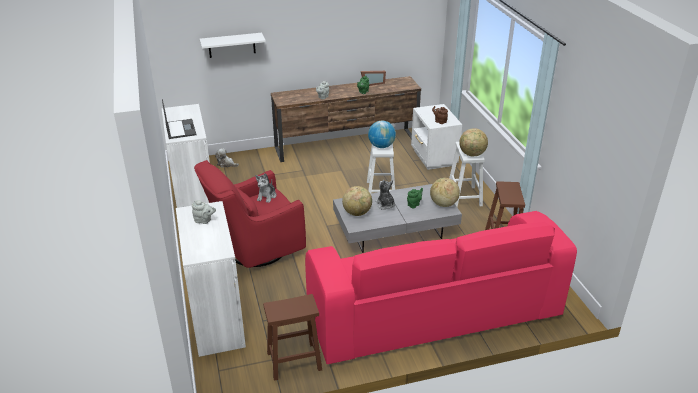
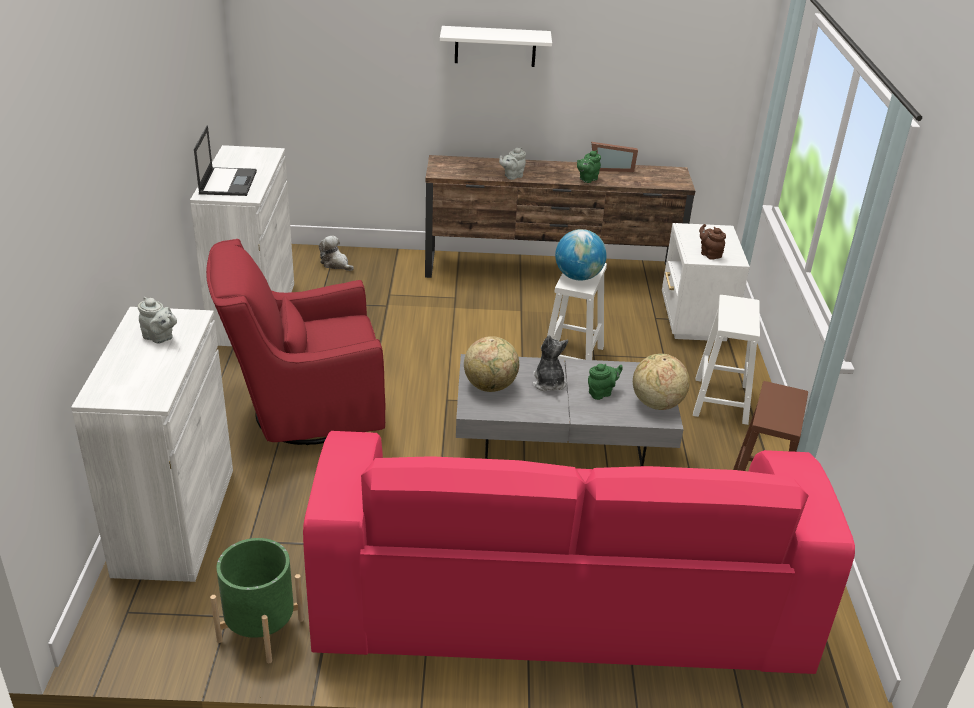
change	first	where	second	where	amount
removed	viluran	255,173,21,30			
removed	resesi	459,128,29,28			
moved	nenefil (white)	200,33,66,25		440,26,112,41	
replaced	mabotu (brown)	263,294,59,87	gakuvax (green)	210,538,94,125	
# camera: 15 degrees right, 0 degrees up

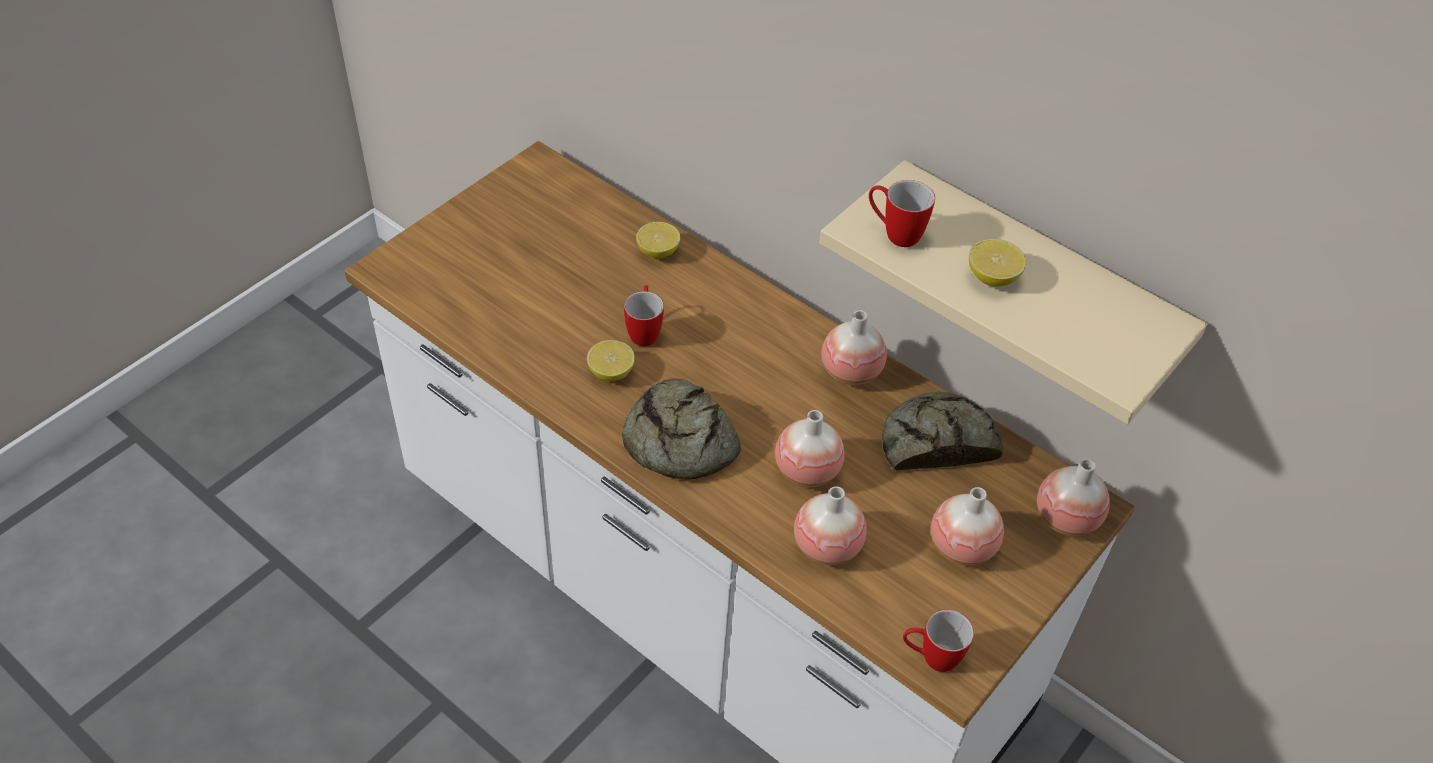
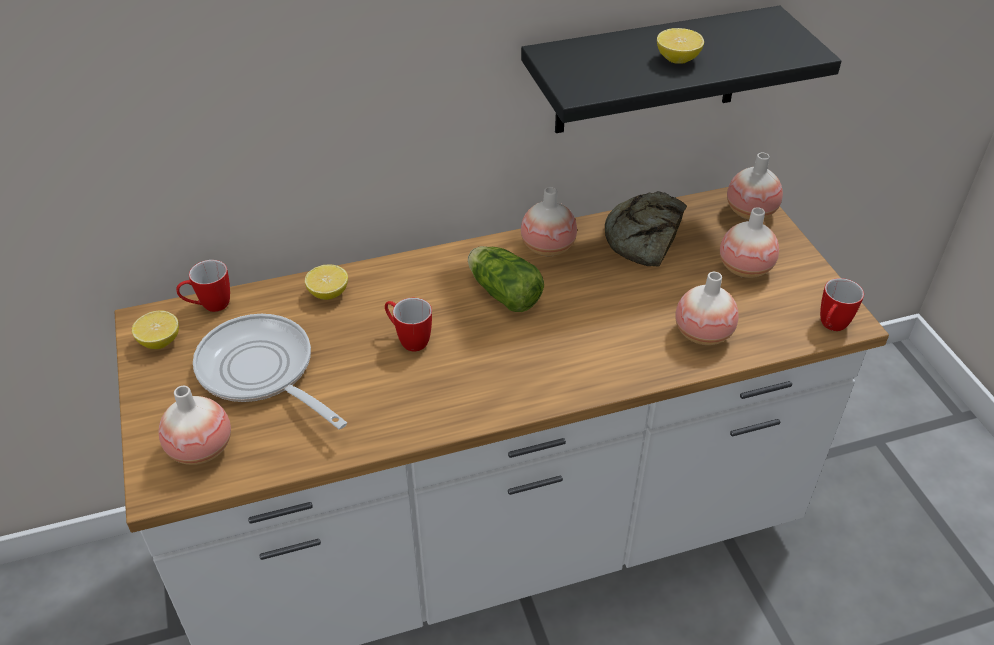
change	first	where	second	where	amount
removed	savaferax	622,378,119,102			
added			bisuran	193,314,154,115	
added			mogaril	468,246,76,66	
moved	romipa	587,340,48,41		132,311,47,38	
moved	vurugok	775,410,70,77		159,386,72,79	
moved	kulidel	869,180,66,67		176,260,54,52	
recoloured	nenefil (beige)	819,160,388,264	nenefil (black)	521,6,321,127	
# camera: 55 degrees left, 5 degrees down

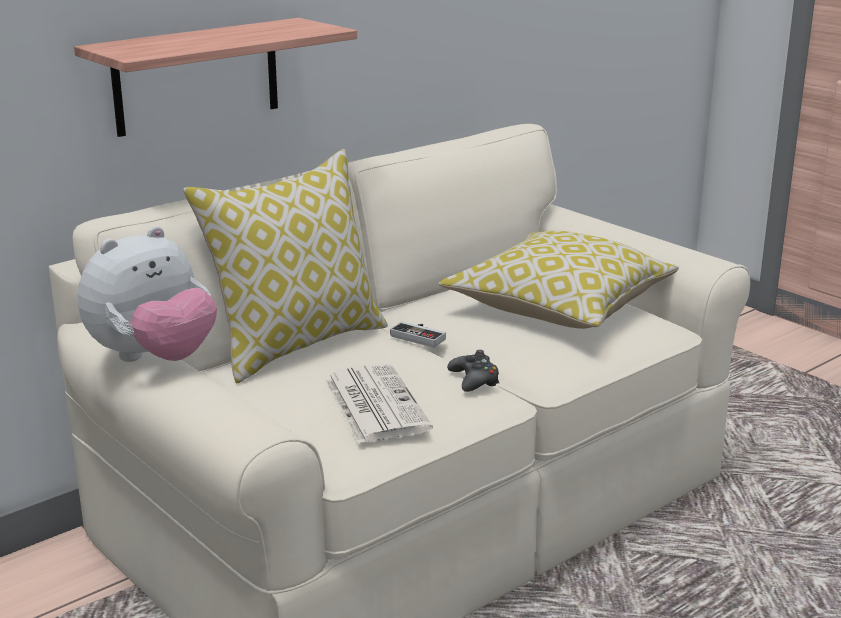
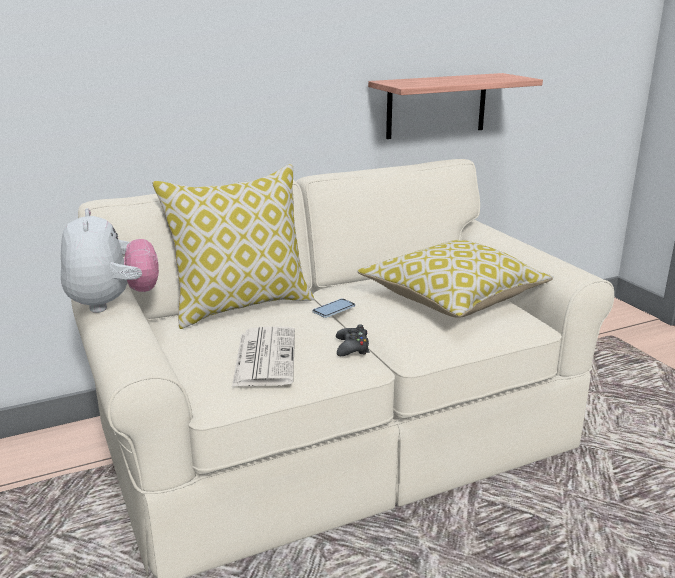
change	first	where	second	where	amount
moved	nenefil	74,18,283,119		368,73,175,66	
replaced	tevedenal	390,321,56,27	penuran	312,299,43,19	
turned	viluran	77,226,140,136		61,208,98,105	75 degrees counterclockwise
# camera: 15 degrees right, 0 degrees up

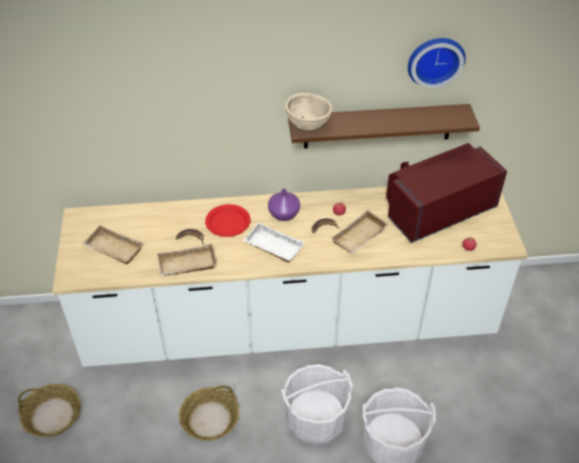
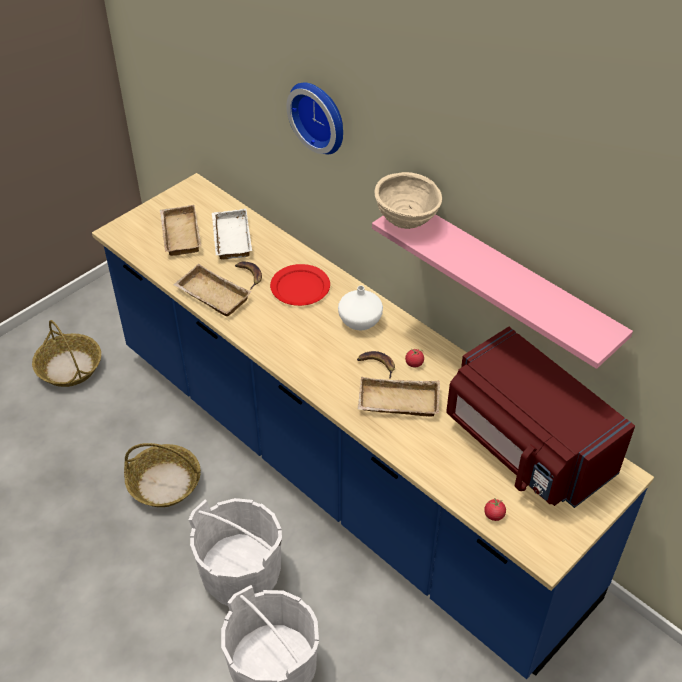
change	first	where	second	where	amount
moved	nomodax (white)	243,222,62,40		212,209,40,50	
moved	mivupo	408,38,57,50		286,82,57,72	
recoloured	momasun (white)	53,186,475,181	momasun (blue)	92,173,562,506	
recoloured	vurugok (purple)	268,189,32,32	vurugok (white)	338,285,45,45	
recoloured	nenefil (brown)	288,104,192,45	nenefil (pink)	372,214,261,155	
turned	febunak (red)	386,143,121,100		446,327,189,181	150 degrees counterclockwise
# camera: 50 degrees right, 0 degrees up

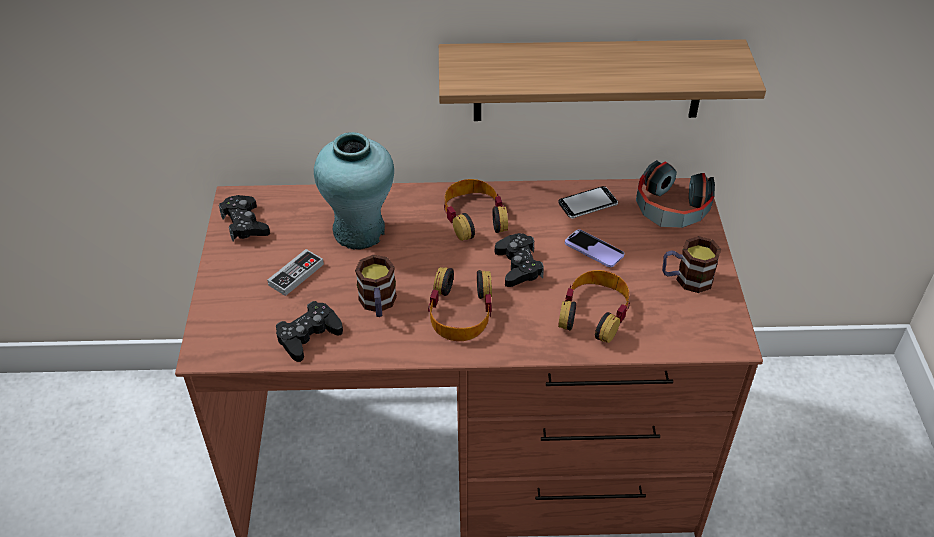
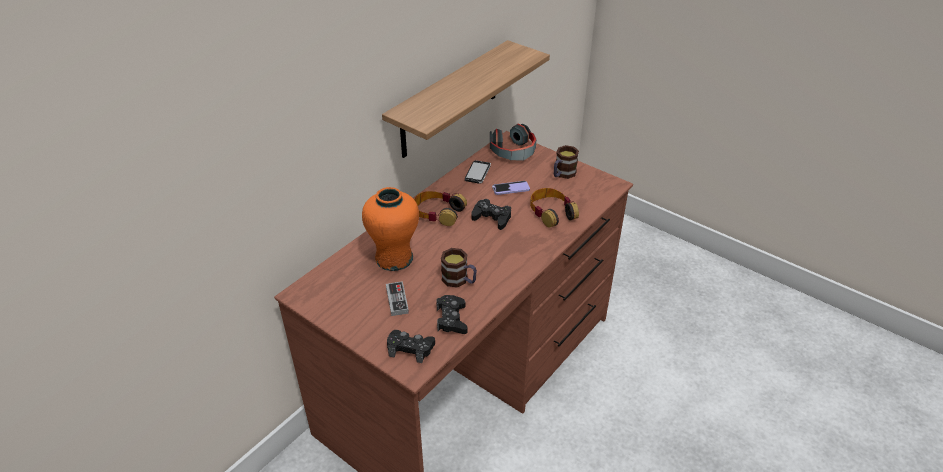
change	first	where	second	where	amount
removed	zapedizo	428,267,64,74			
moved	tevedenal (black)	219,195,51,46		387,330,48,33	
recoloured	vurugok (turquoise)	314,132,80,118	vurugok (orange)	362,187,57,84	
# camera: 50 degrees left, 5 degrees down

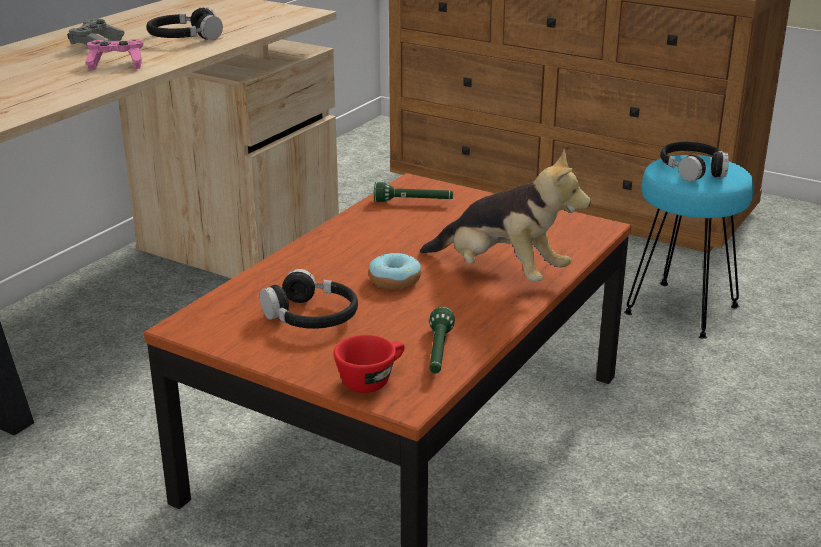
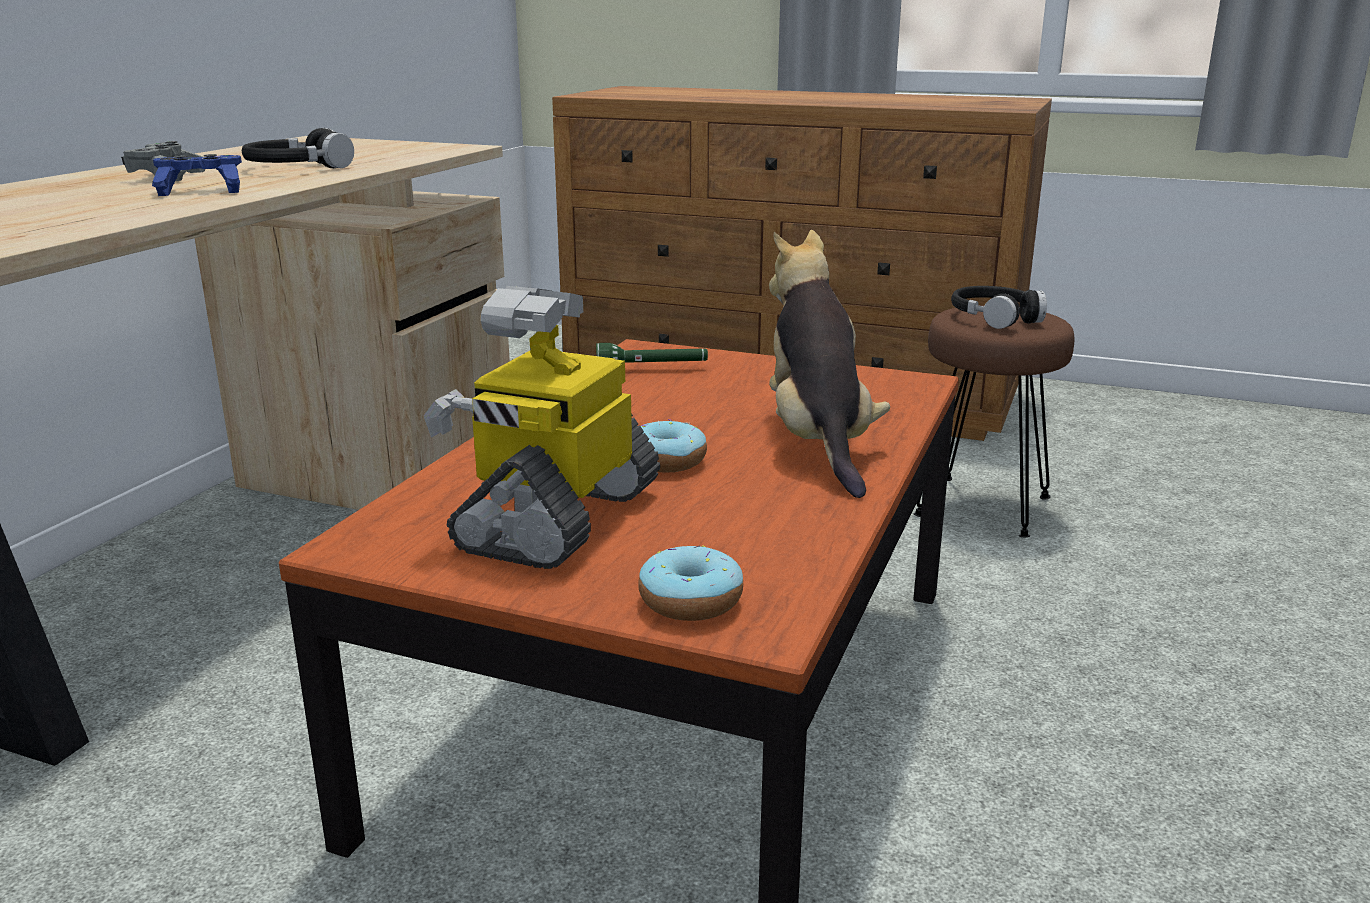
change	first	where	second	where	amount
removed	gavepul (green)	429,307,26,66			
replaced	zapedizo (black)	260,269,98,60	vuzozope	424,286,236,283	
replaced	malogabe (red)	333,335,72,58	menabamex	638,546,105,75	
recoloured	tevedenal (pink)	85,39,59,31	tevedenal (blue)	152,154,90,42	
recoloured	mabotu (turquoise)	624,155,130,184	mabotu (brown)	913,305,161,232	
turned	viluran	420,149,171,133		769,230,121,268	120 degrees counterclockwise
# camera: 10 degrees left, 5 degrees down

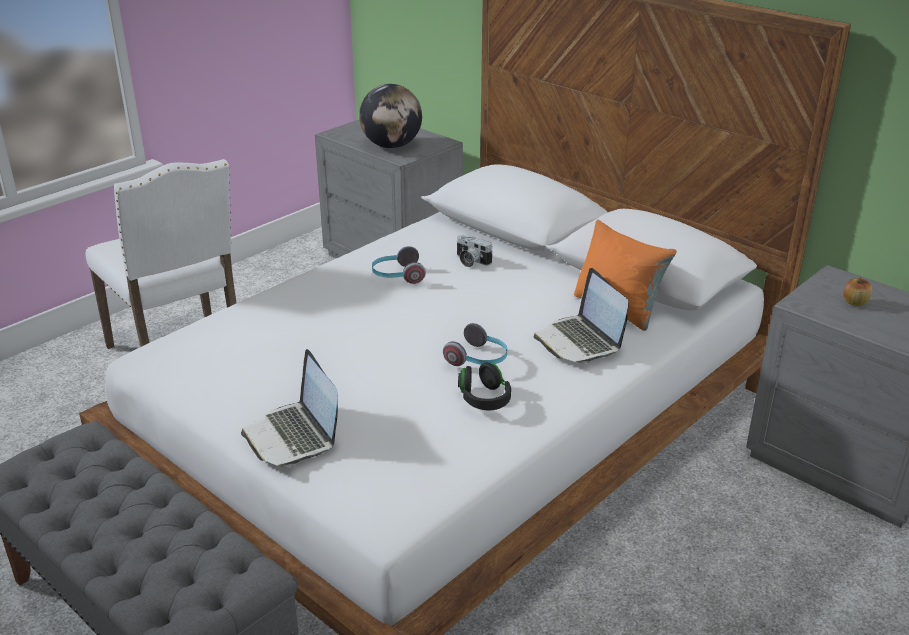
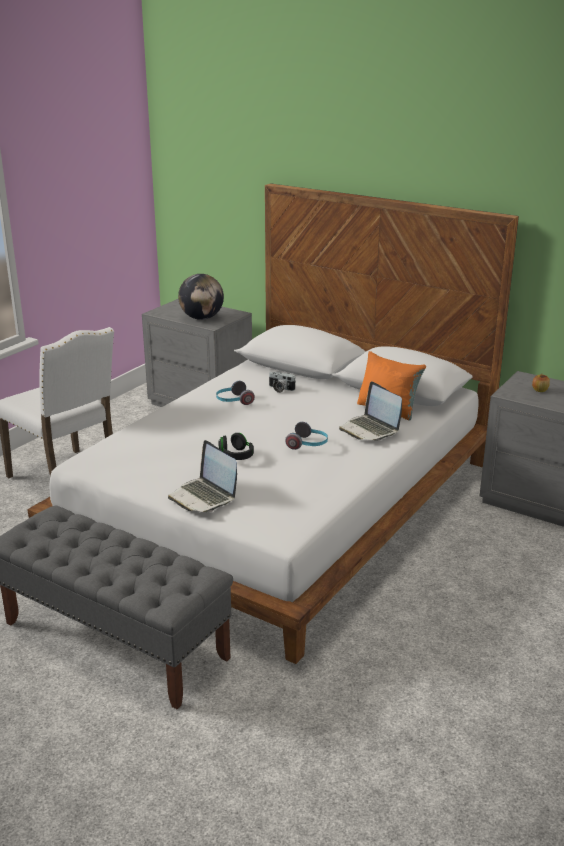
change	first	where	second	where	amount
moved	zapedizo (black)	458,362,53,48		218,433,36,27	
# camera: 10 degrees left, 5 degrees down

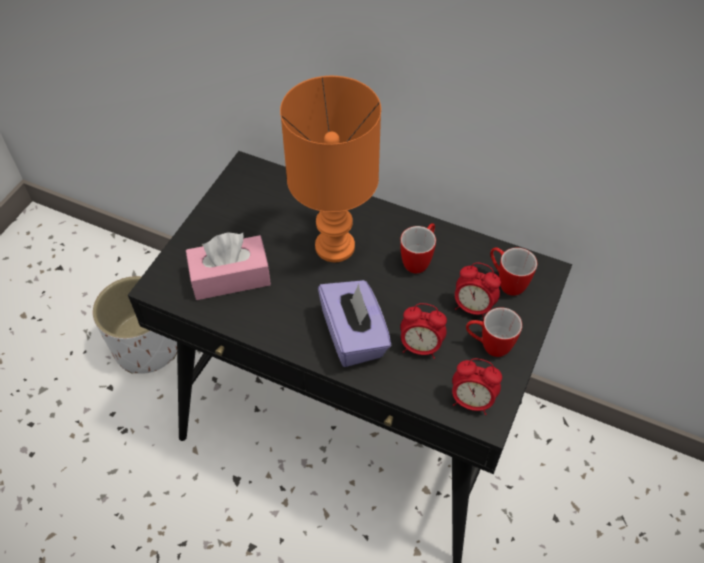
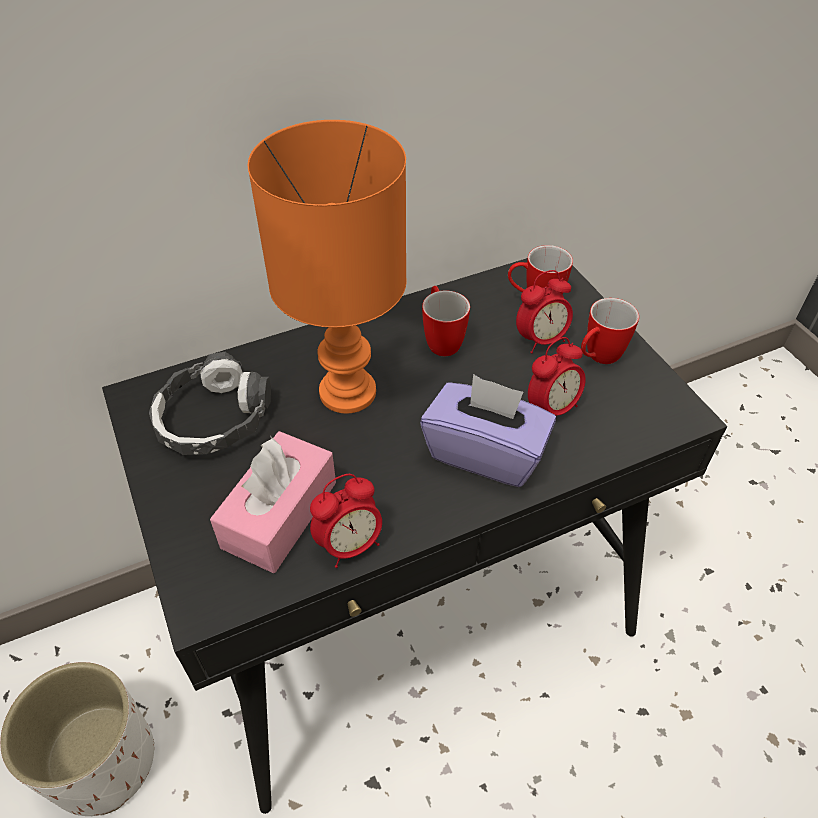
change	first	where	second	where	amount
added			zapedizo	149,352,122,103	
moved	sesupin	452,358,50,57		310,474,72,94	
# camera: 50 degrees left, 5 degrees down

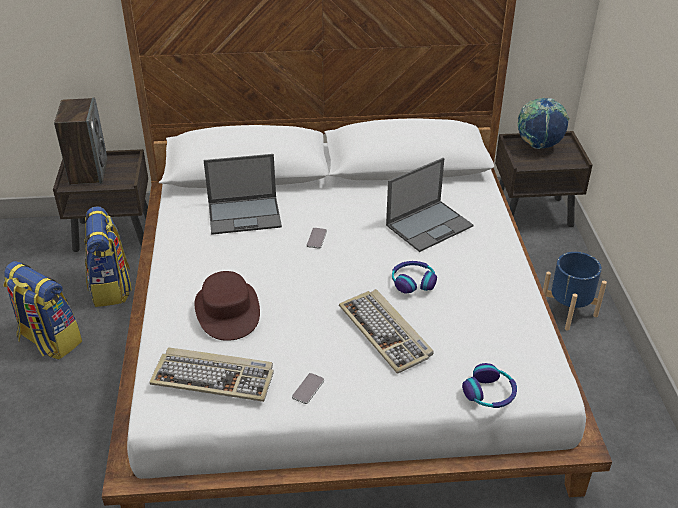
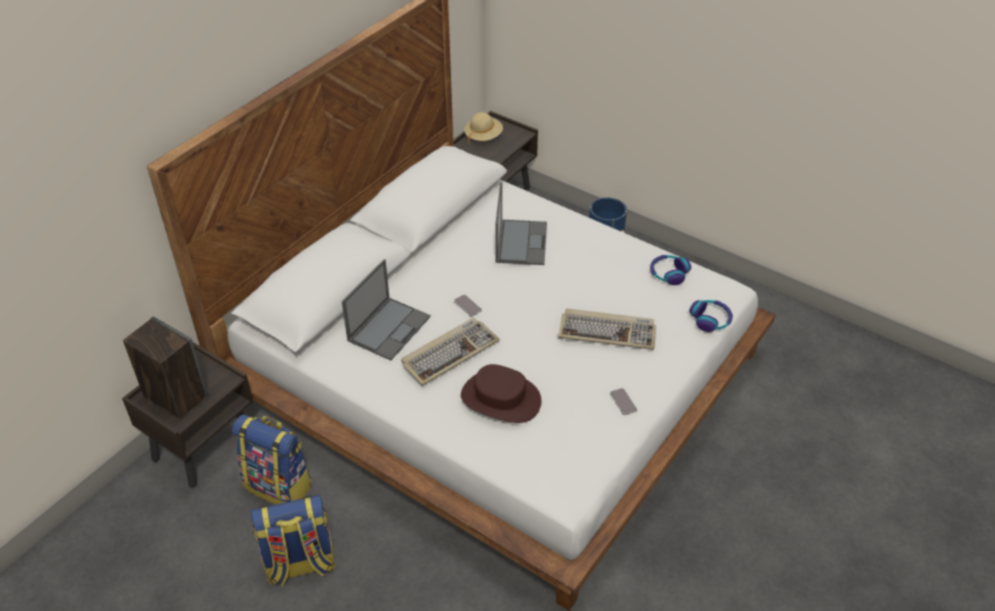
change	first	where	second	where	amount
moved	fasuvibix	150,347,124,55		401,318,99,68	
moved	zapedizo	392,261,45,33		650,255,41,30	
replaced	resesi	518,98,52,51	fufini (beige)	464,112,39,32	
# camera: 50 degrees left, 5 degrees up

